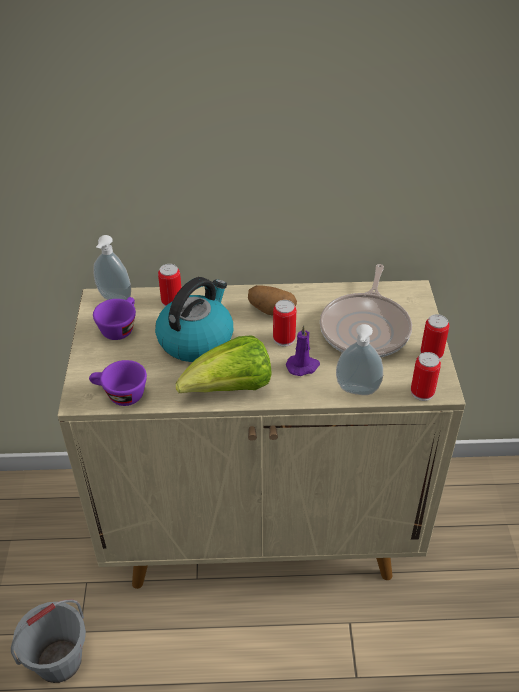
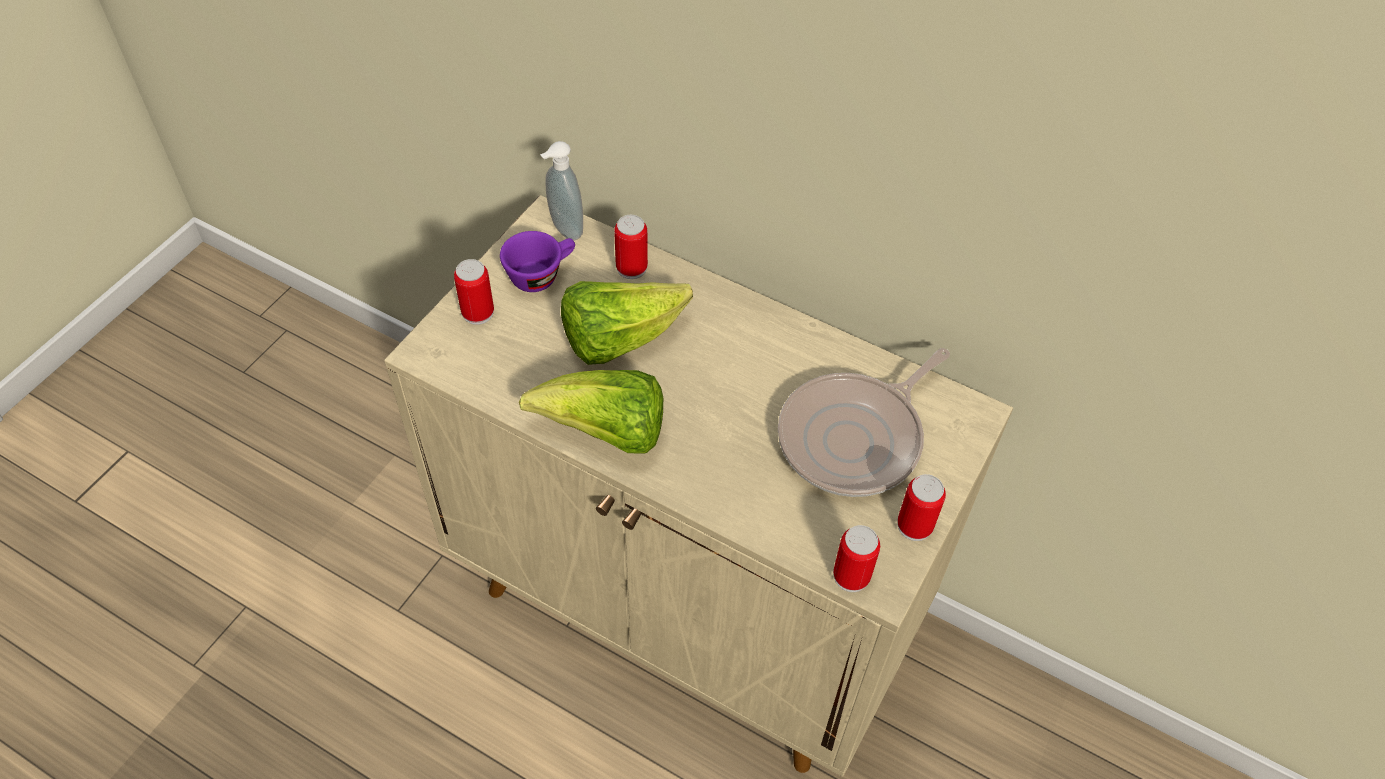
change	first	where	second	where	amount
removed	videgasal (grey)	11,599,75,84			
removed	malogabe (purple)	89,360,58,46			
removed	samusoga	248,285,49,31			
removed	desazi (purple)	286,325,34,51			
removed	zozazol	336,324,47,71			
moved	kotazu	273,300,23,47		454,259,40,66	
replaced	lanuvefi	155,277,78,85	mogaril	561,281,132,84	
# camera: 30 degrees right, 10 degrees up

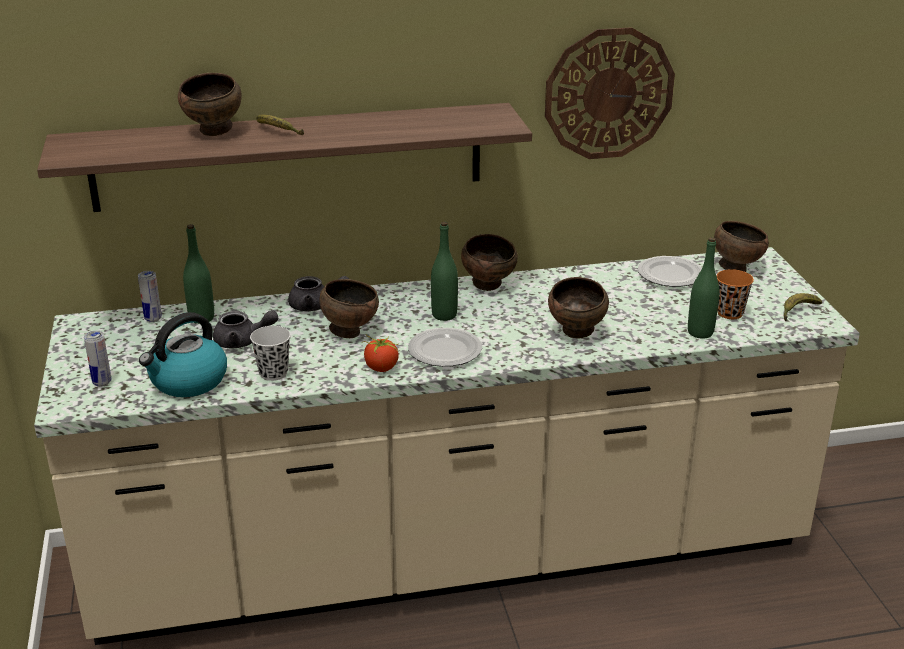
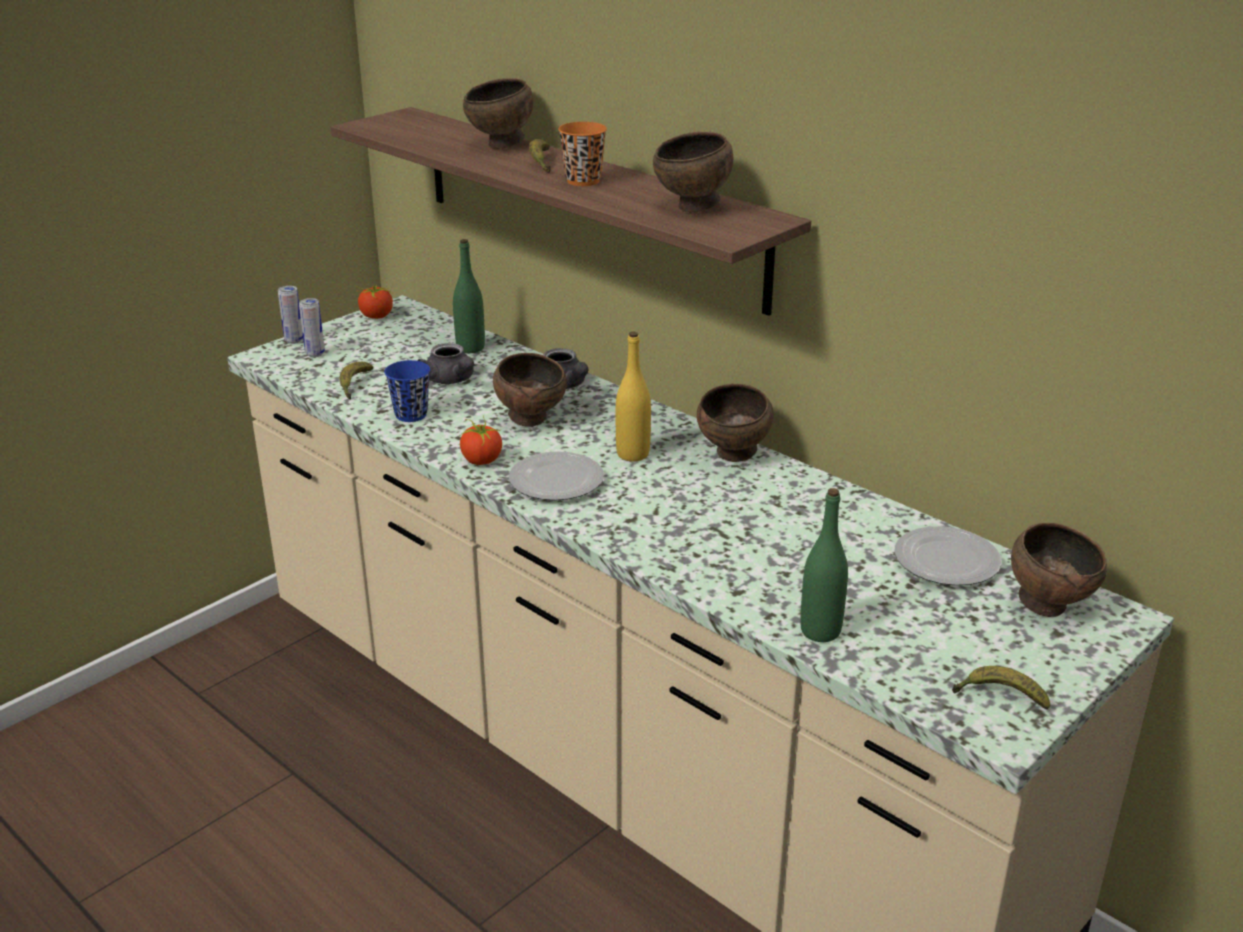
change	first	where	second	where	amount
removed	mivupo	545,27,130,132			
added			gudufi	355,284,38,35	
moved	kotazu	138,271,24,51		278,286,25,58	
moved	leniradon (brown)	548,277,61,62		653,132,80,80	
moved	malogabe (orange)	716,269,38,50		558,122,49,64	
replaced	lanuvefi	139,312,88,85	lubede	340,362,34,38	
recoloured	malogabe (white)	250,326,41,55	malogabe (blue)	384,360,46,62	
recoloured	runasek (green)	431,222,27,99	runasek (yellow)	616,331,35,131	
# camera: 55 degrees right, 0 degrees up

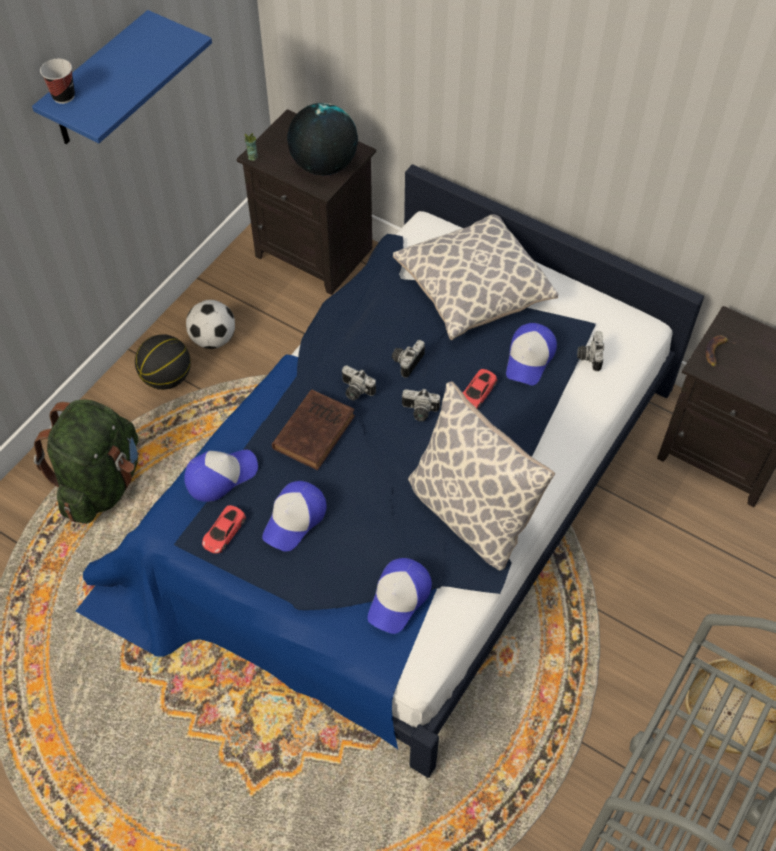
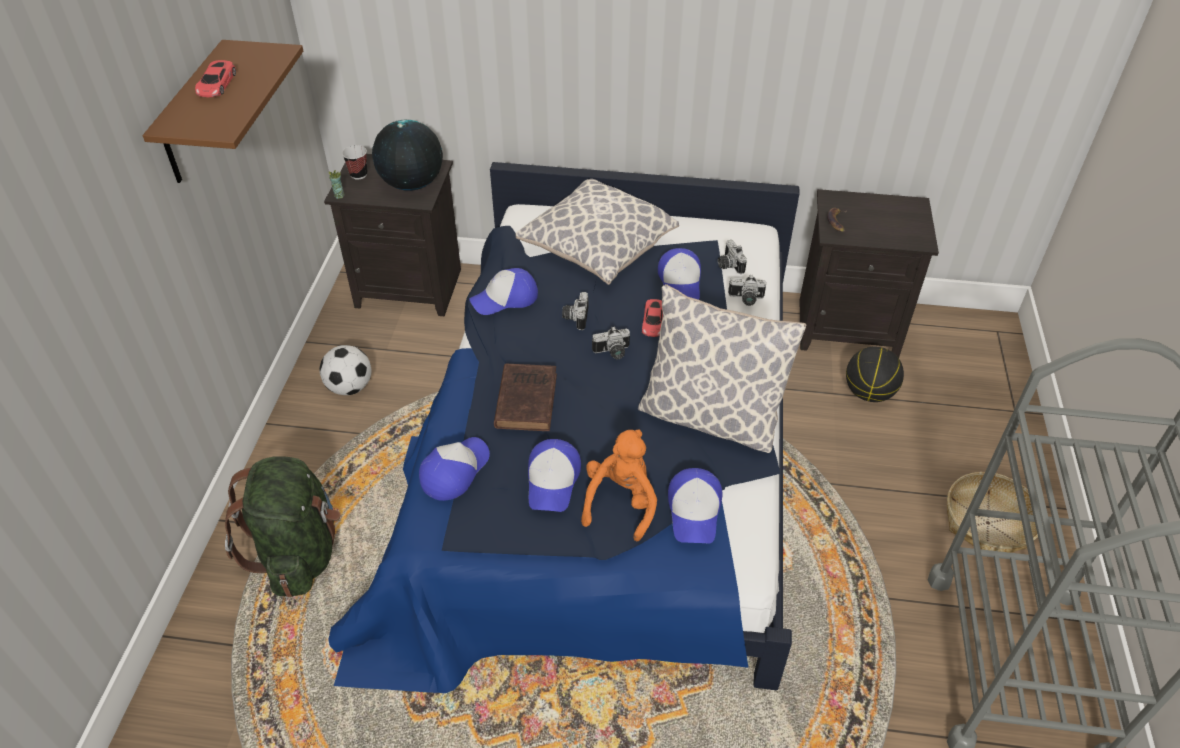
change	first	where	second	where	amount
added			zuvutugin	469,268,69,47	
added			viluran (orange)	581,429,76,113	
moved	malogabe	40,59,35,45		342,145,25,34	
moved	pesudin	135,334,56,56		846,347,58,55	
moved	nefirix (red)	202,505,44,49		195,60,41,37	
moved	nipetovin	342,365,34,36		728,275,38,31	
recoloured	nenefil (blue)	32,10,180,134	nenefil (brown)	143,40,160,143	
# camera: 25 degrees left, 10 degrees down

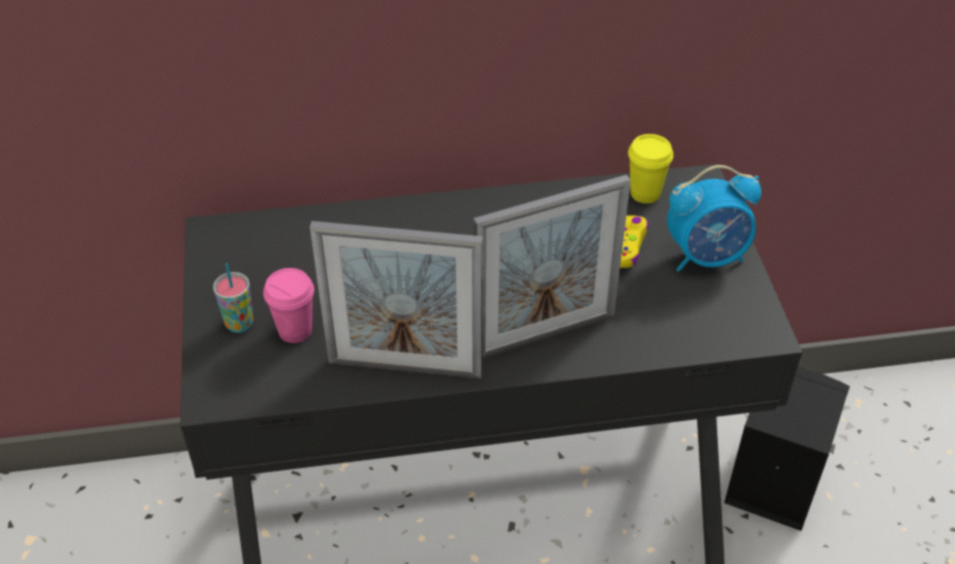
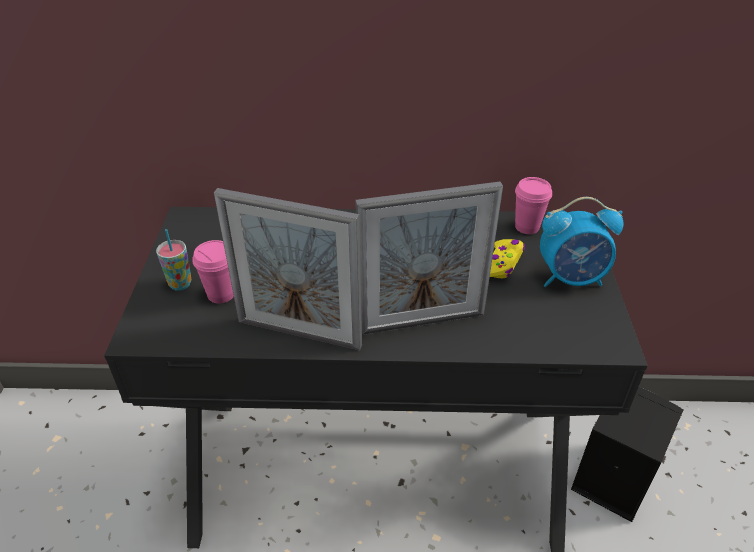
change	first	where	second	where	amount
recoloured	malogabe (yellow)	628,134,45,69	malogabe (pink)	515,177,37,57	
# camera: 10 degrees right, 5 degrees down

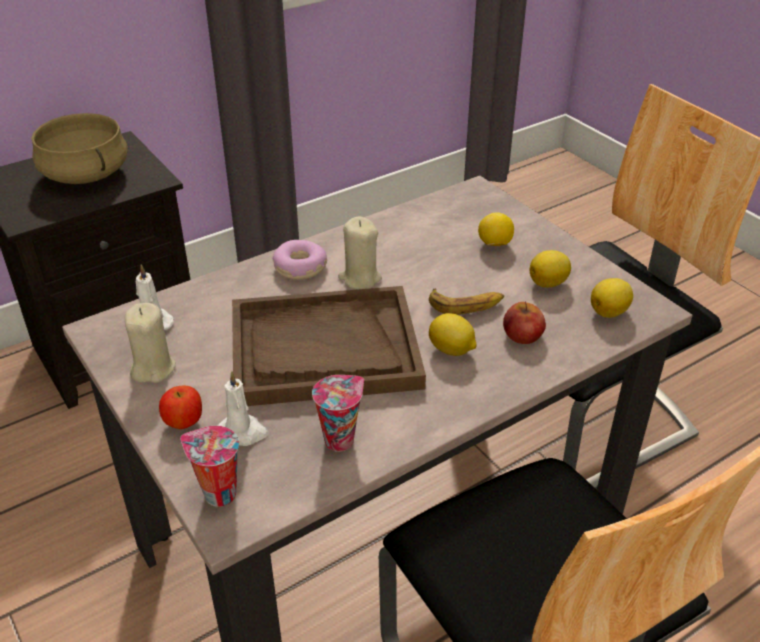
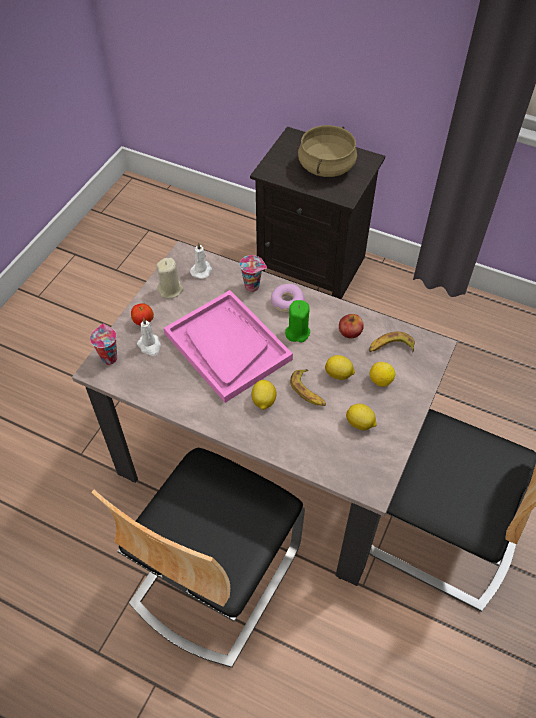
change	first	where	second	where	amount
added			lubede	369,332,46,21	
moved	malogabe	312,375,52,77		239,255,28,37	
moved	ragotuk	503,301,43,43		339,314,25,24	
moved	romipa	591,278,42,40		325,355,30,25	
recoloured	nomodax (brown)	232,286,194,120	nomodax (pink)	164,290,129,113	
recoloured	desazi (beige)	338,216,44,73	desazi (green)	285,300,25,42	
# camera: 60 degrees right, 15 degrees up

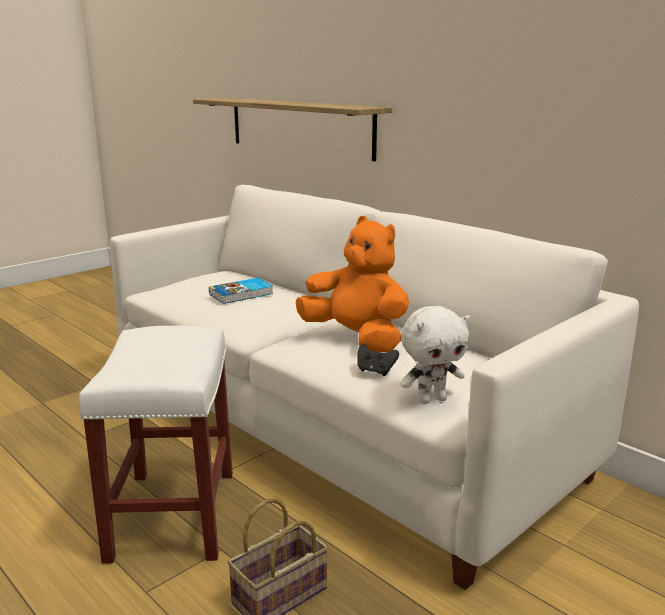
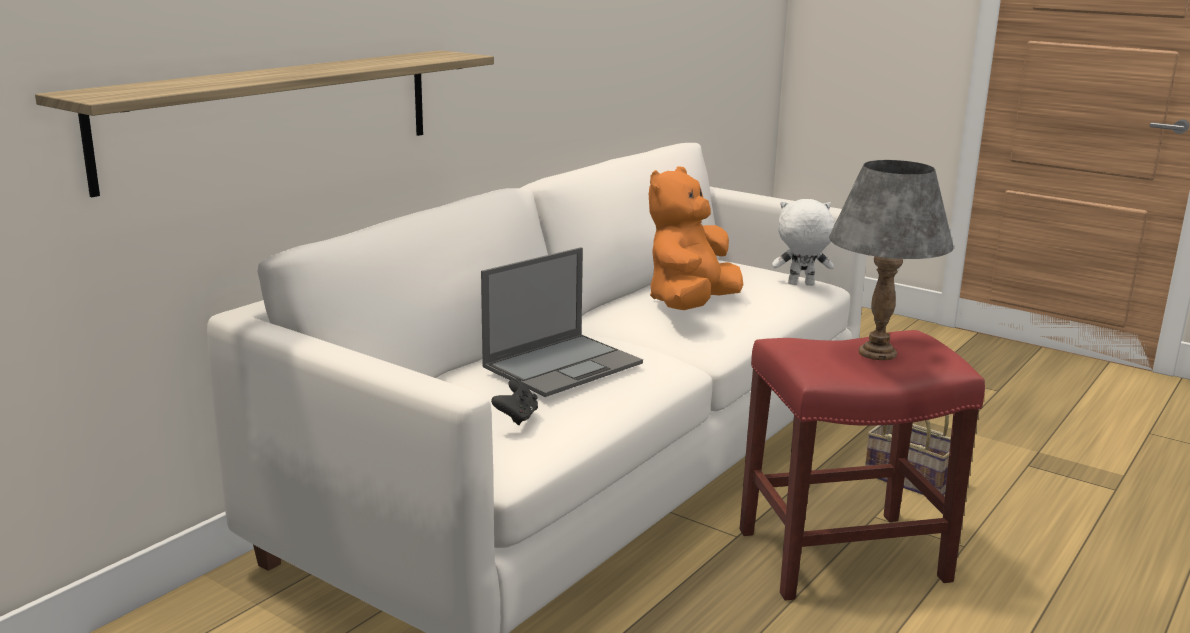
change	first	where	second	where	amount
added			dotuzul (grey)	829,160,124,200	
moved	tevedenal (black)	357,344,42,32		491,379,47,46	
replaced	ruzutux	209,278,65,26	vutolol	481,247,162,150	
recoloured	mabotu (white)	79,325,154,239	mabotu (red)	740,330,245,271	
turned	viluran (white)	400,306,70,98		772,199,63,87	60 degrees counterclockwise
# camera: 100 degrees left, 0 degrees up

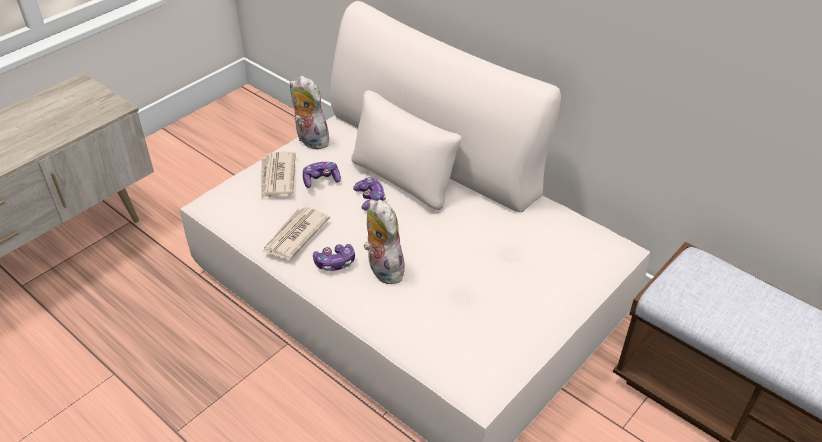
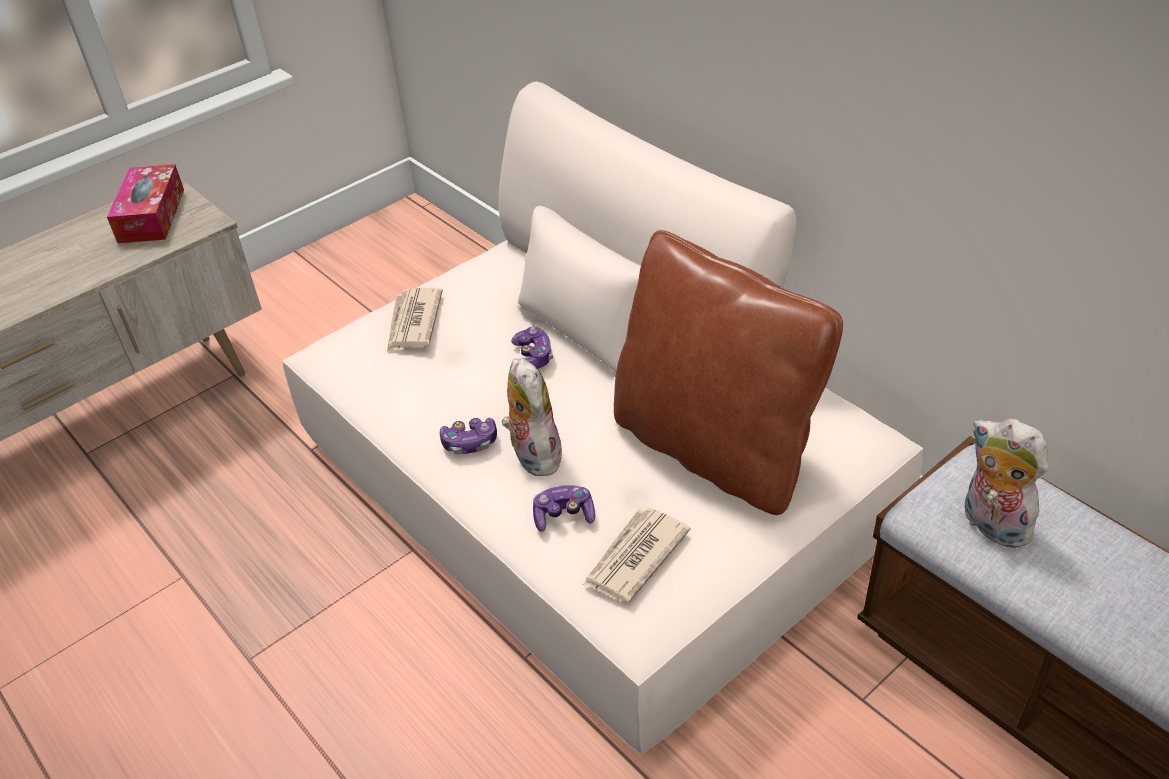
change	first	where	second	where	amount
added			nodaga	107,164,77,79	
added			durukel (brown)	614,230,229,285	
moved	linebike	262,207,68,52		583,508,108,94	
moved	viluran	290,76,39,73		965,419,83,129	
moved	tevedenal	303,162,38,26		533,485,62,47	
# camera: 10 degrees right, 0 degrees up

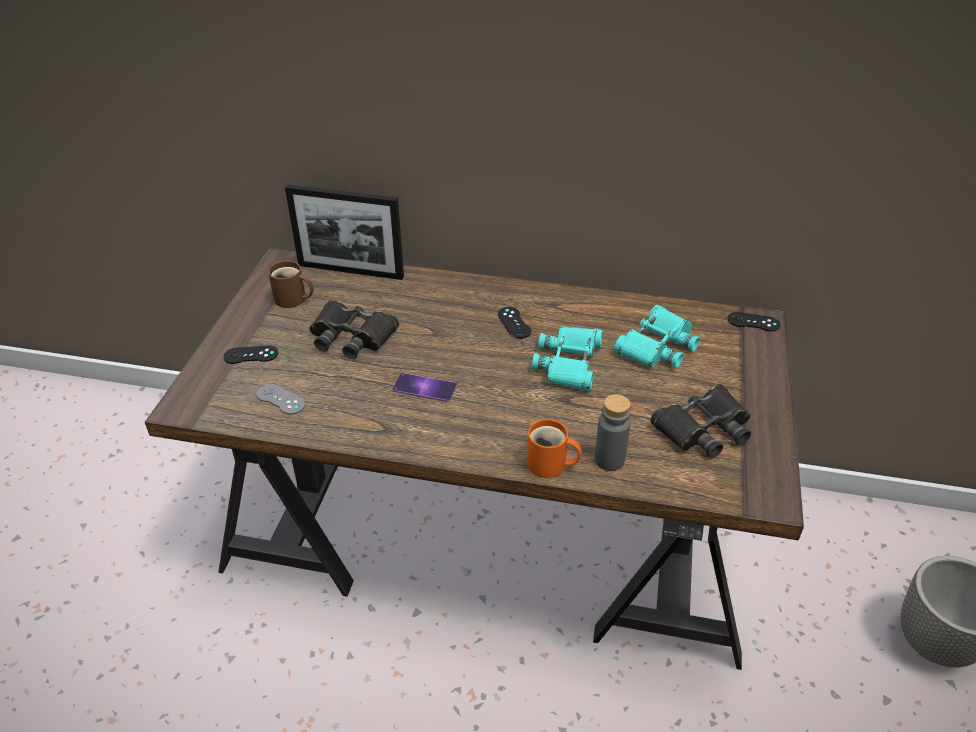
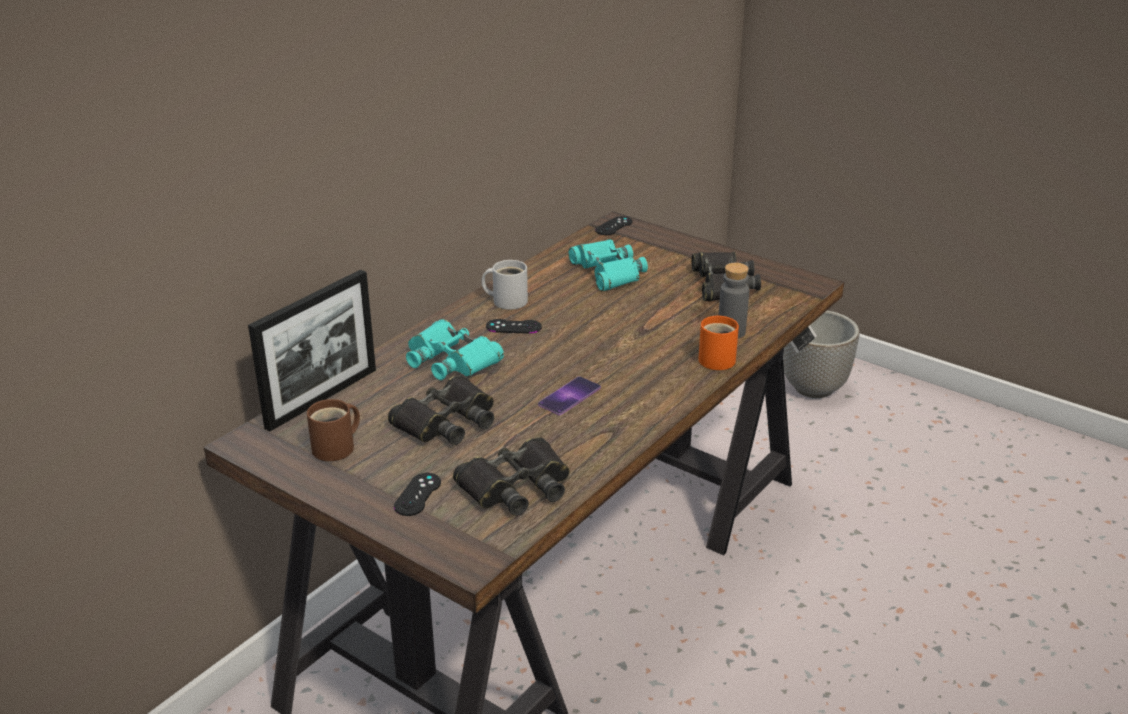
change	first	where	second	where	amount
added			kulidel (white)	481,260,47,50	
moved	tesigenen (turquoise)	532,326,71,65		406,319,98,61	
replaced	tevedenal (grey)	256,384,49,31	tesigenen (black)	453,437,117,79	
# camera: 65 degrees left, 10 degrees down

